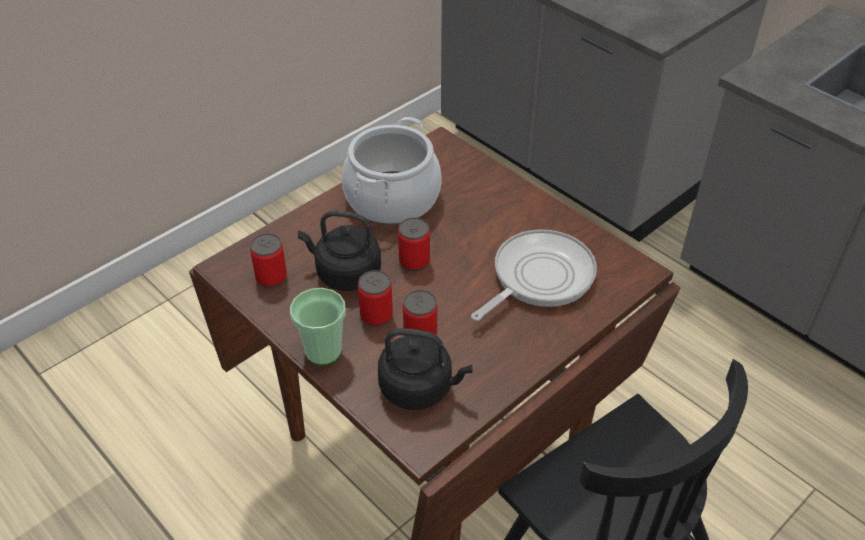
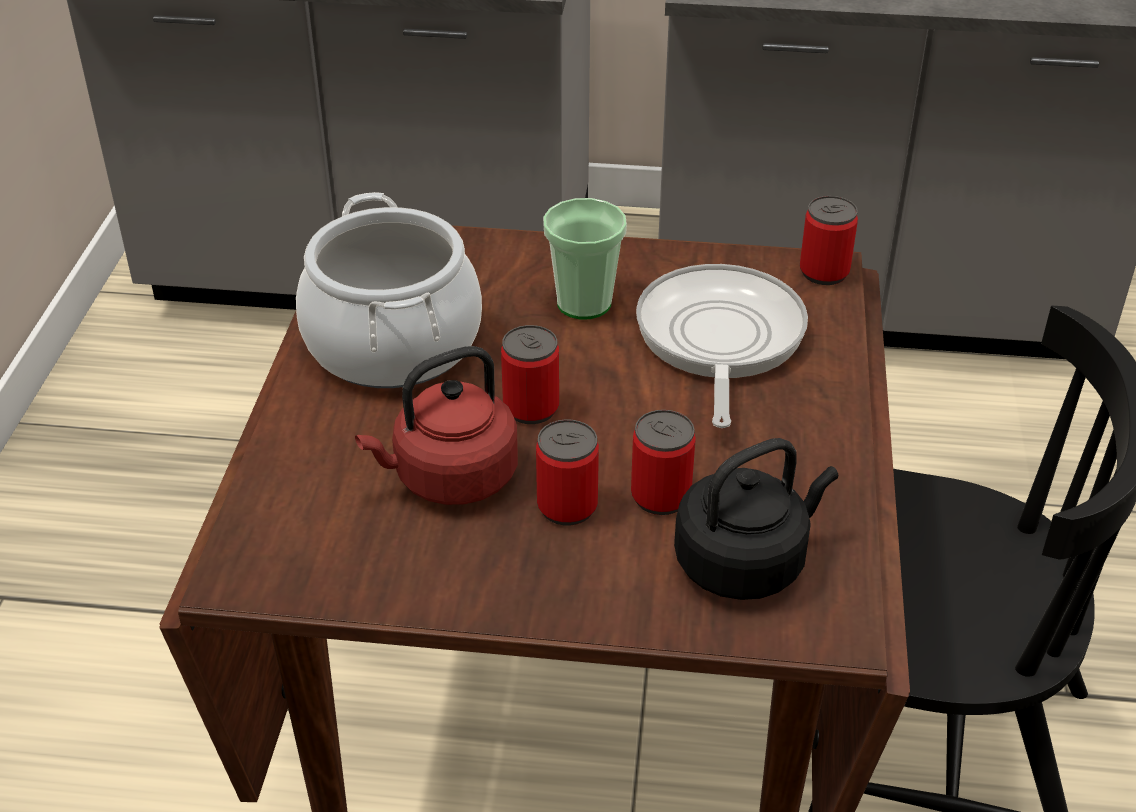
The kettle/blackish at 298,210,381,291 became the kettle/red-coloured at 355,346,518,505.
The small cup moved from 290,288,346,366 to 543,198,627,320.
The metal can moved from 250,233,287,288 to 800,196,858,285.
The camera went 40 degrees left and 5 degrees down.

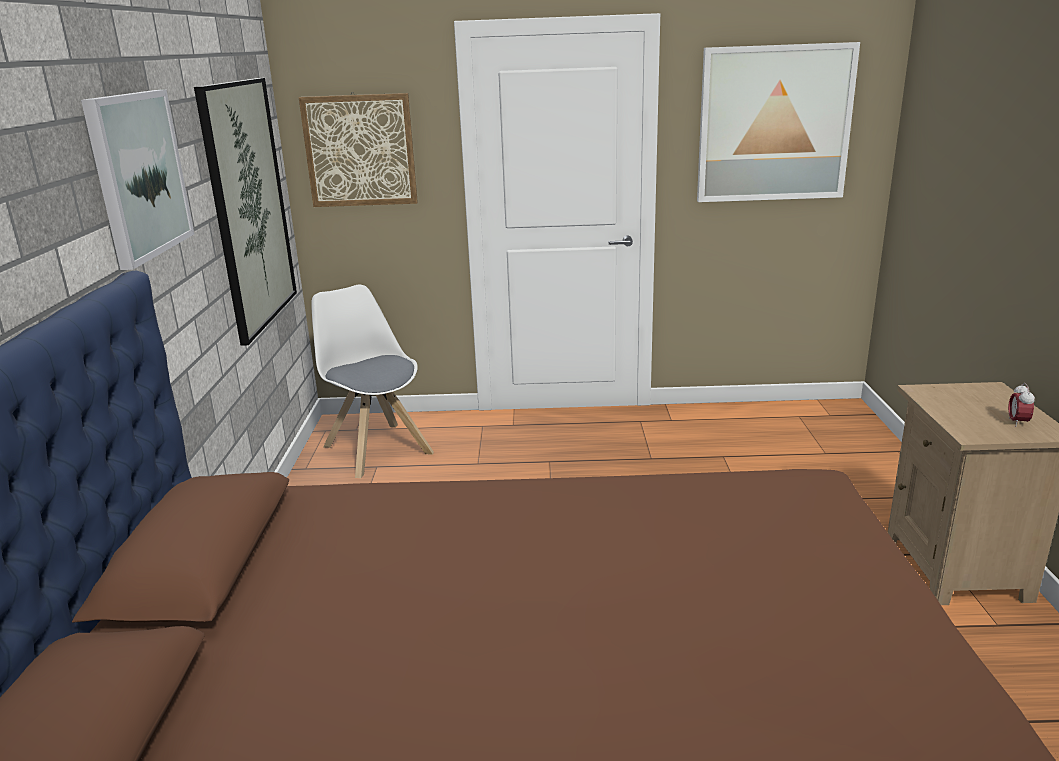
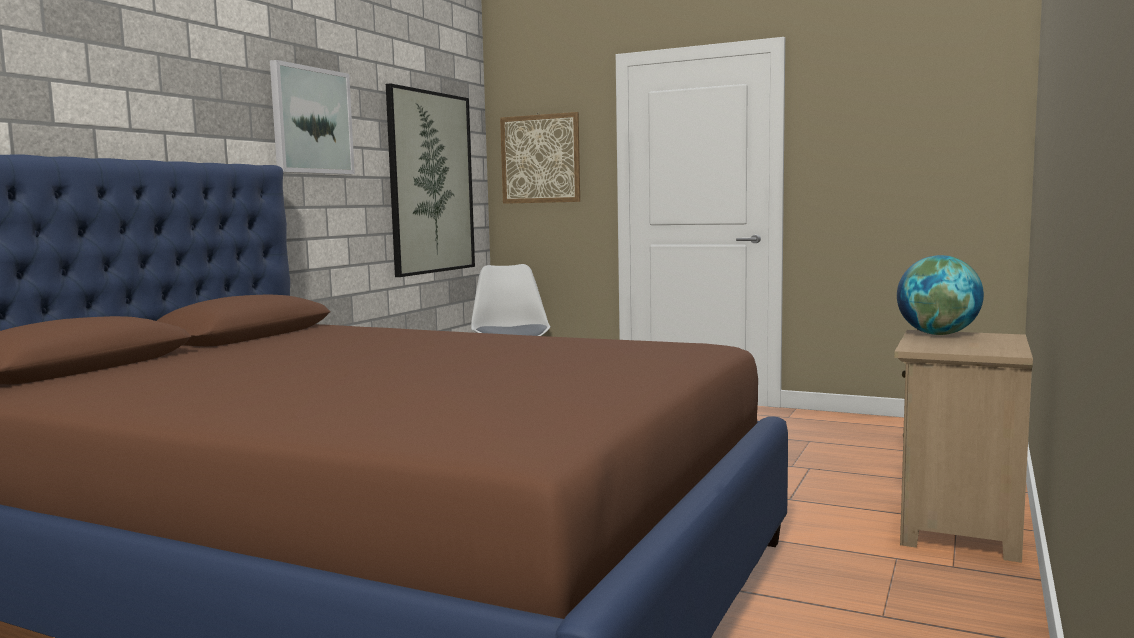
The globe at 897,255,984,335 appeared.
The wall art at 697,42,860,202 disappeared.
The alarm clock at 1008,383,1035,427 disappeared.
The camera went 25 degrees right and 15 degrees down.

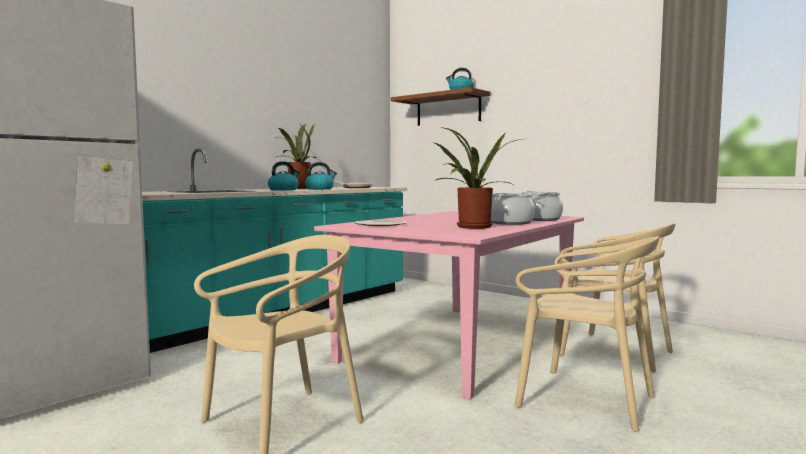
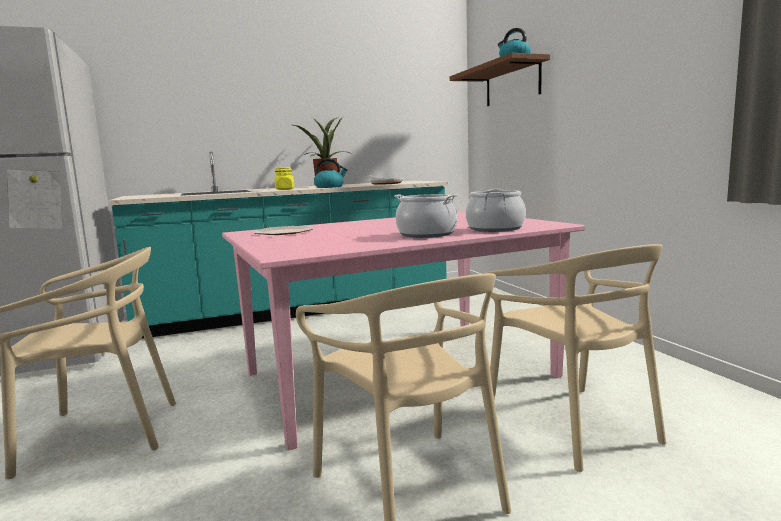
The kettle at 268,161,300,191 was replaced by the jar/yellow-coloured at 275,167,294,190.
The houseplant at 432,127,521,229 disappeared.
The camera went 30 degrees right and 5 degrees up.

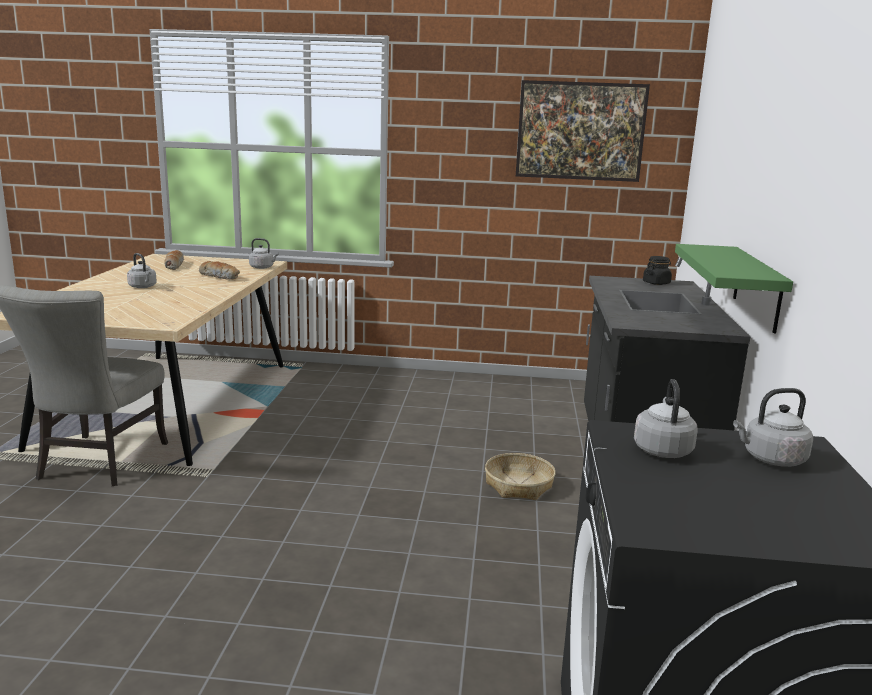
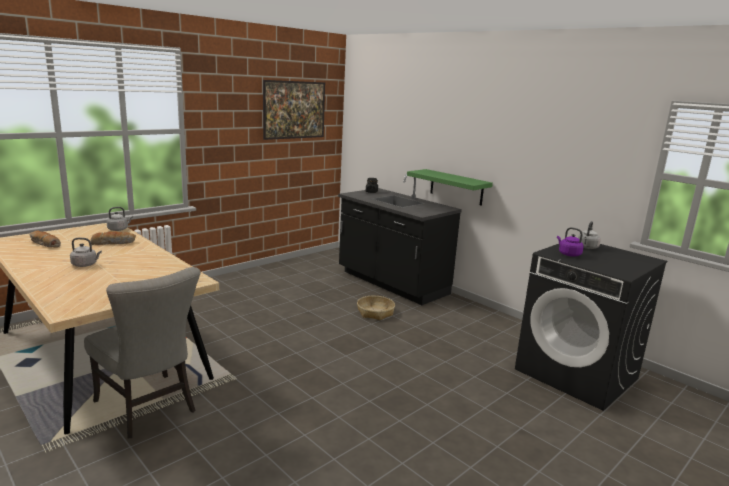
The kettle/gray at 634,379,698,458 became the kettle/purplish at 557,227,584,257.
The camera went 50 degrees left and 0 degrees up.

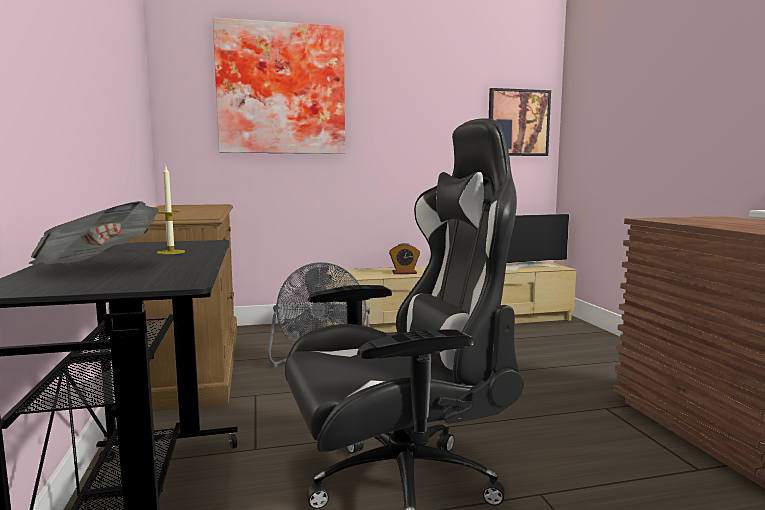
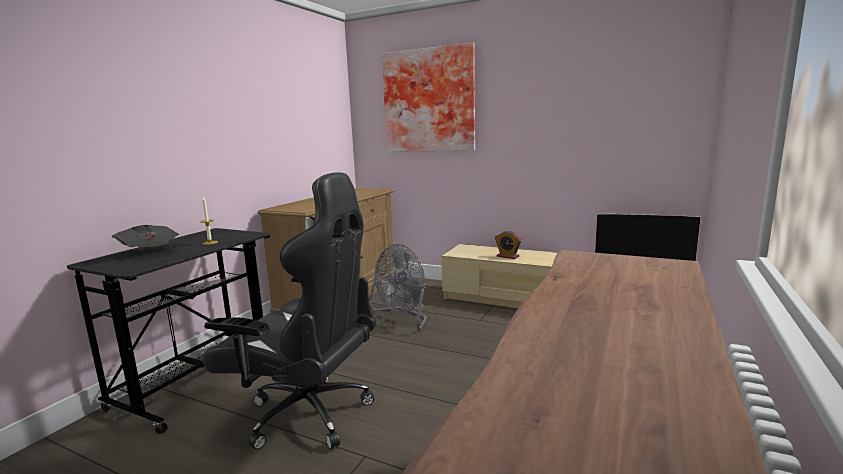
The wall art at 489,88,551,156 disappeared.
The camera went 40 degrees right and 5 degrees up.

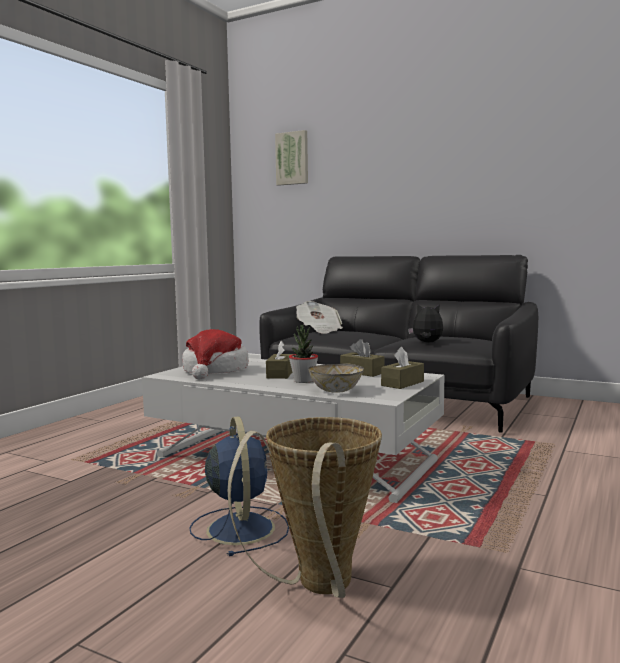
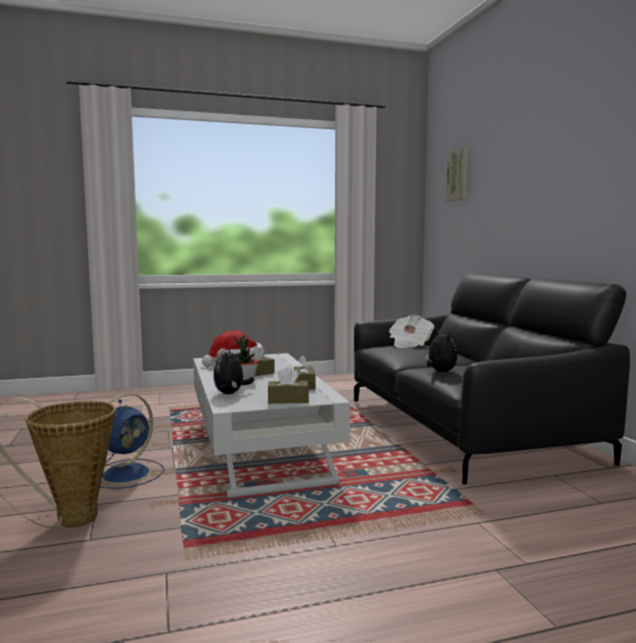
The deep dish at 308,364,364,393 was replaced by the soft toy at 213,347,254,394.
The camera went 45 degrees right and 0 degrees up.

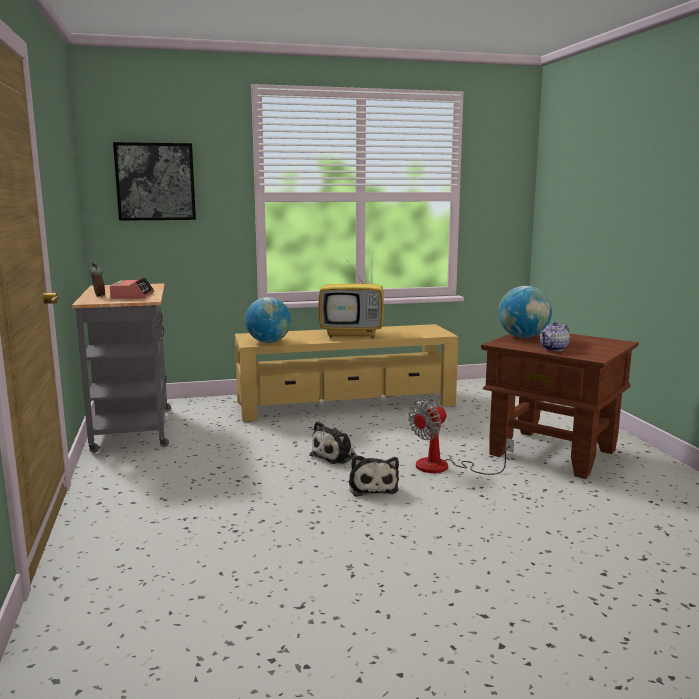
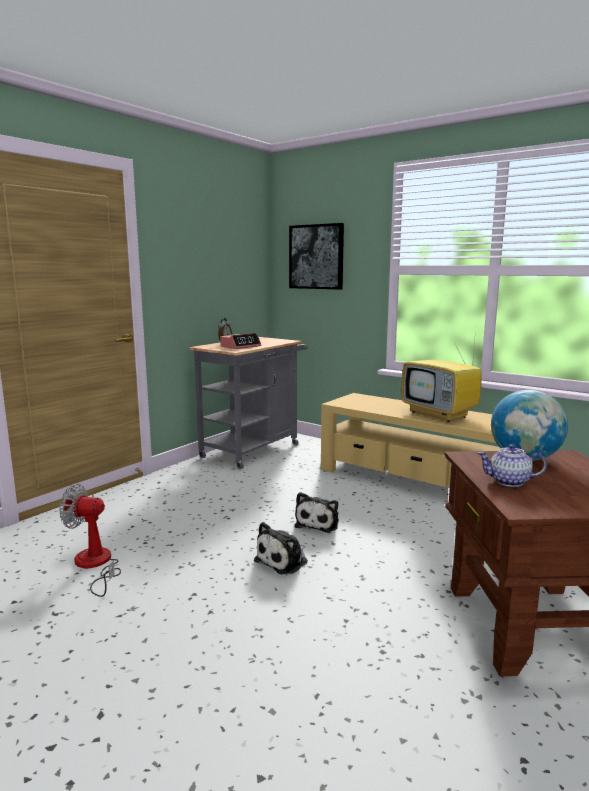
The electric fan moved from 408,400,514,475 to 59,484,121,597.
The soft toy at 309,421,357,464 turned 75 degrees counterclockwise.
The globe at 245,297,291,343 disappeared.
The camera went 50 degrees right and 0 degrees up.

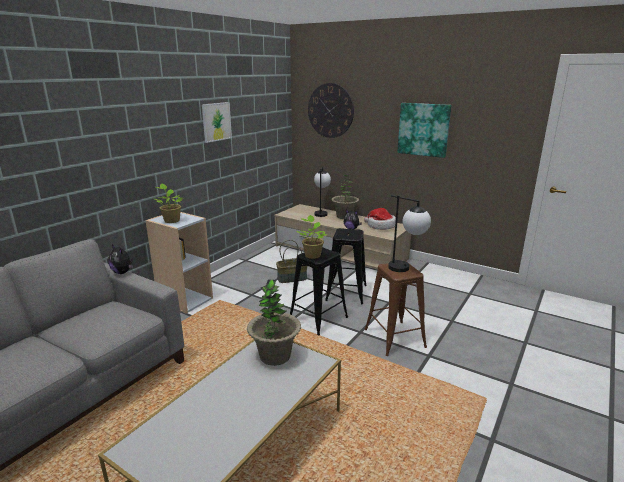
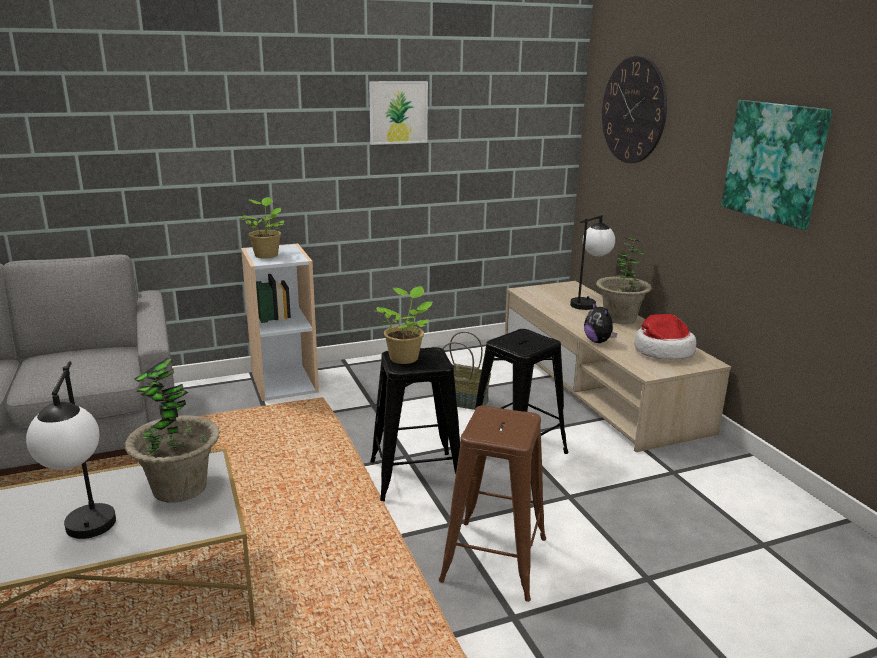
The lamp for a table moved from 388,195,431,272 to 26,362,116,539.
The soft toy at 109,244,134,274 disappeared.
The camera went 35 degrees right and 0 degrees up.

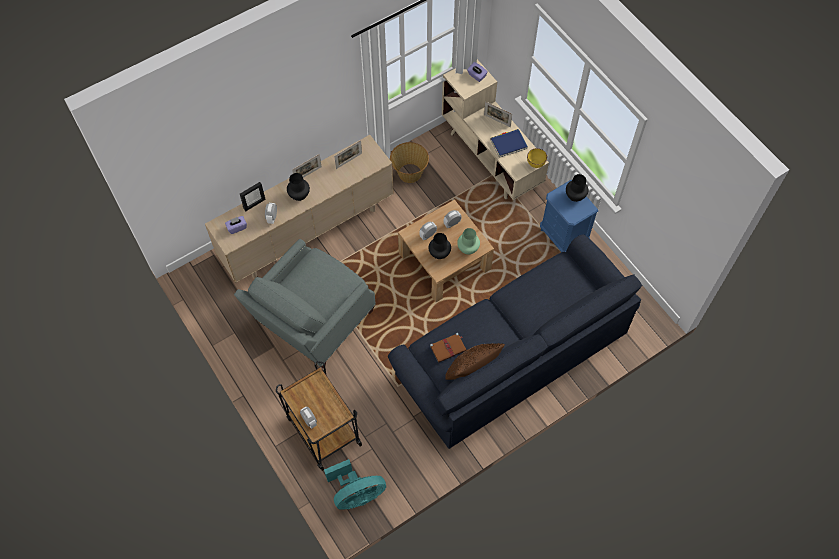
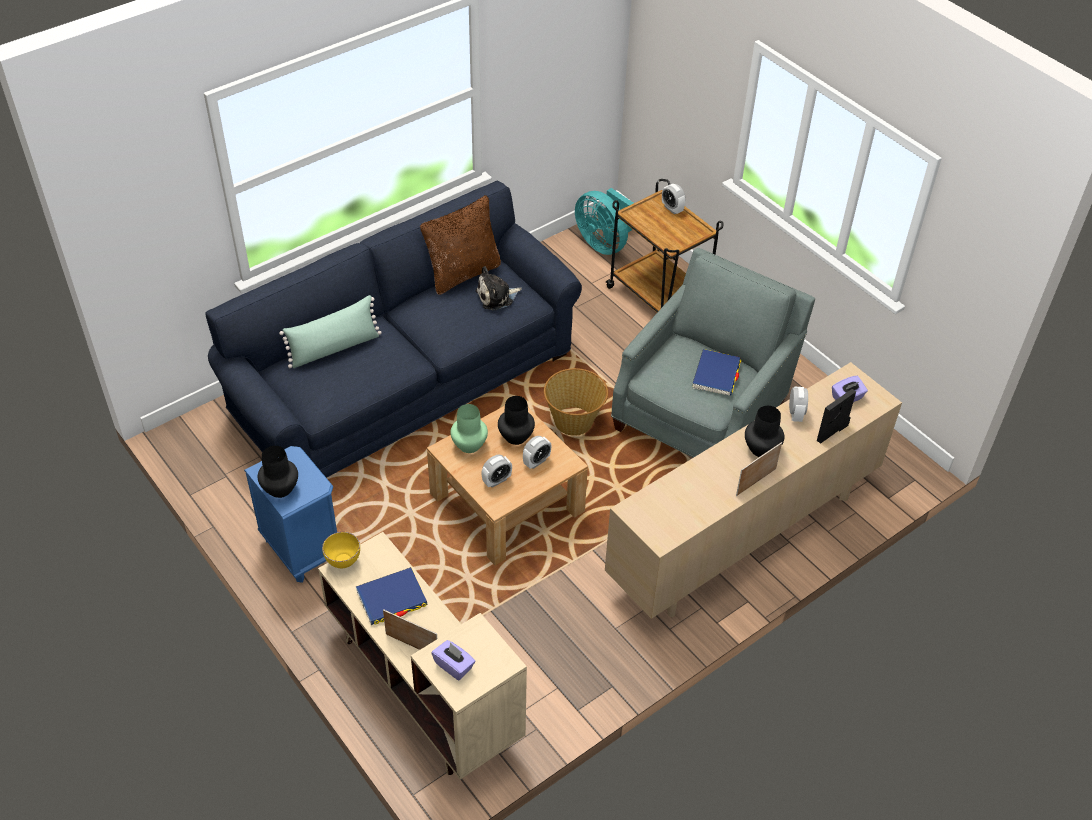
The pillow/green-coloured at 279,295,382,368 appeared.
The volume/brownish at 430,333,467,363 was replaced by the soft toy at 475,266,522,310.
The storage basket moved from 390,142,429,183 to 544,368,608,436.
The electric fan/turquoise-coloured at 324,459,386,510 turned 105 degrees counterclockwise.
The volume/blue-coloured at 692,349,741,396 appeared.
The standing frame at 334,140,362,169 disappeared.
The camera went 175 degrees right and 15 degrees down.

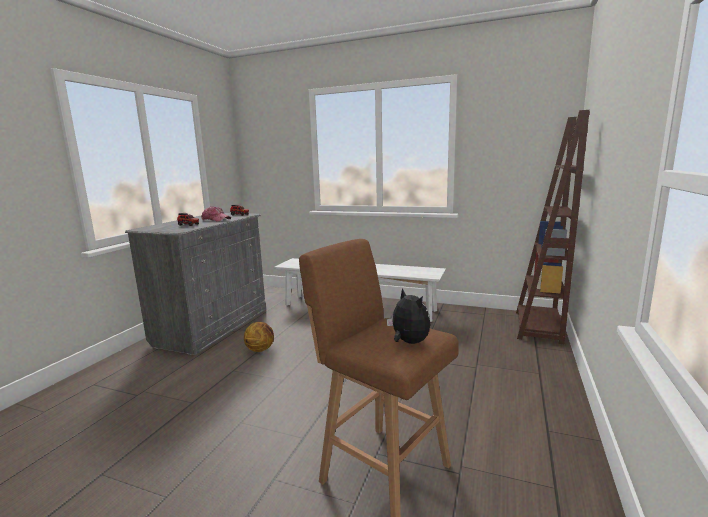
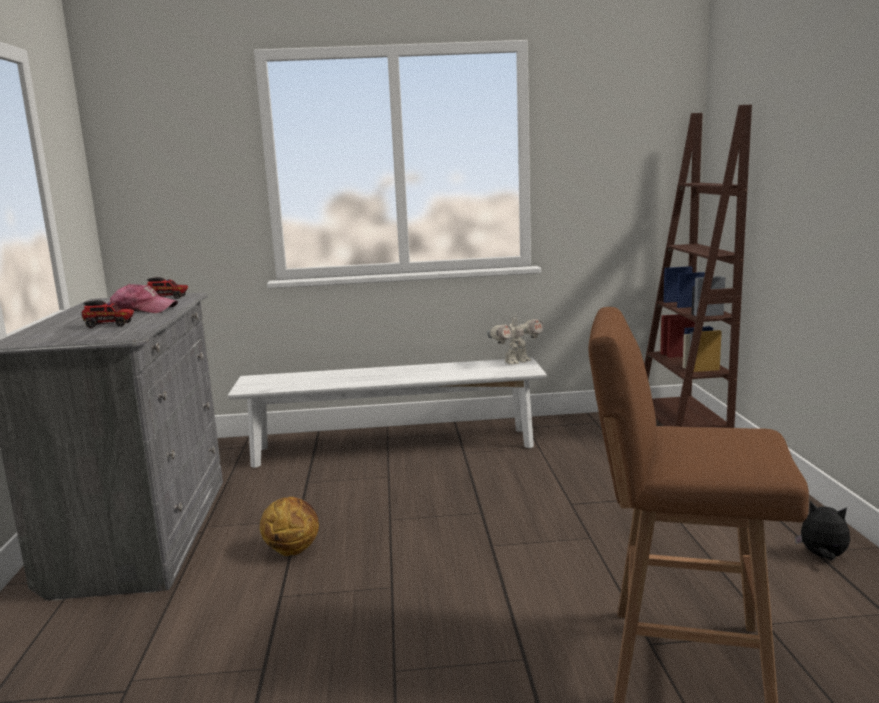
The toy robot at 487,314,544,365 appeared.
The soft toy moved from 387,288,430,344 to 795,501,850,560.
The camera went 25 degrees left and 0 degrees up.

